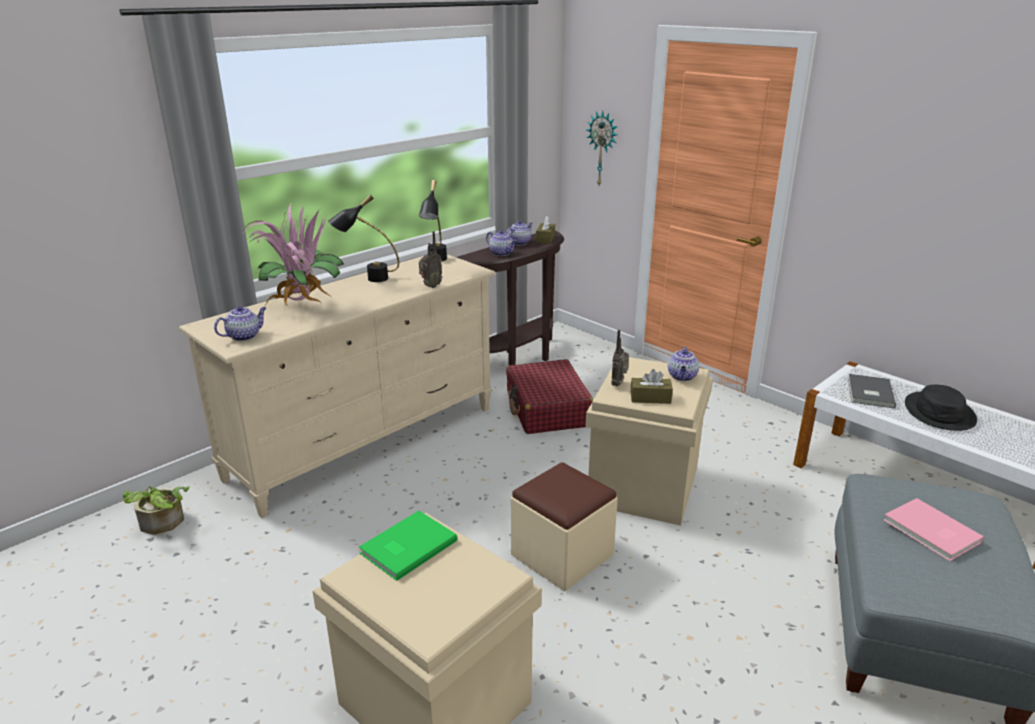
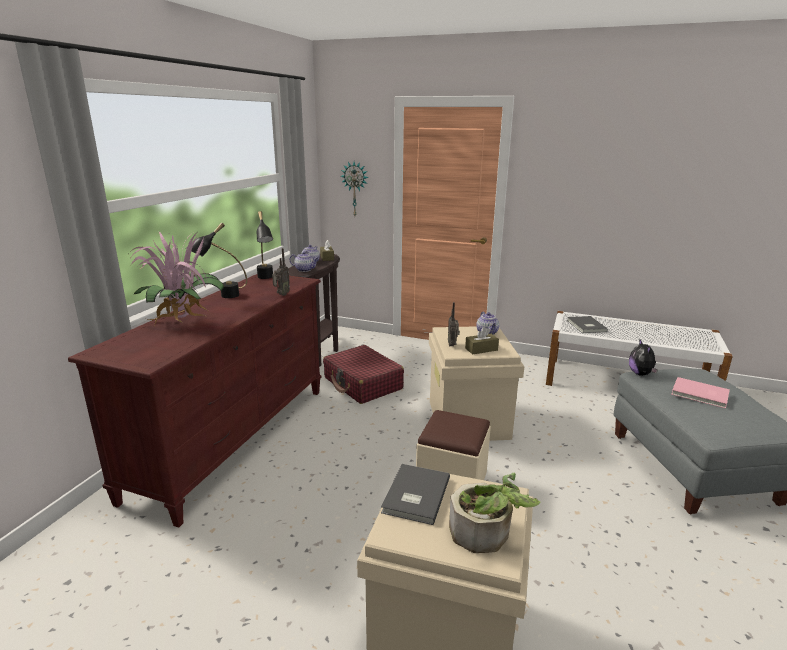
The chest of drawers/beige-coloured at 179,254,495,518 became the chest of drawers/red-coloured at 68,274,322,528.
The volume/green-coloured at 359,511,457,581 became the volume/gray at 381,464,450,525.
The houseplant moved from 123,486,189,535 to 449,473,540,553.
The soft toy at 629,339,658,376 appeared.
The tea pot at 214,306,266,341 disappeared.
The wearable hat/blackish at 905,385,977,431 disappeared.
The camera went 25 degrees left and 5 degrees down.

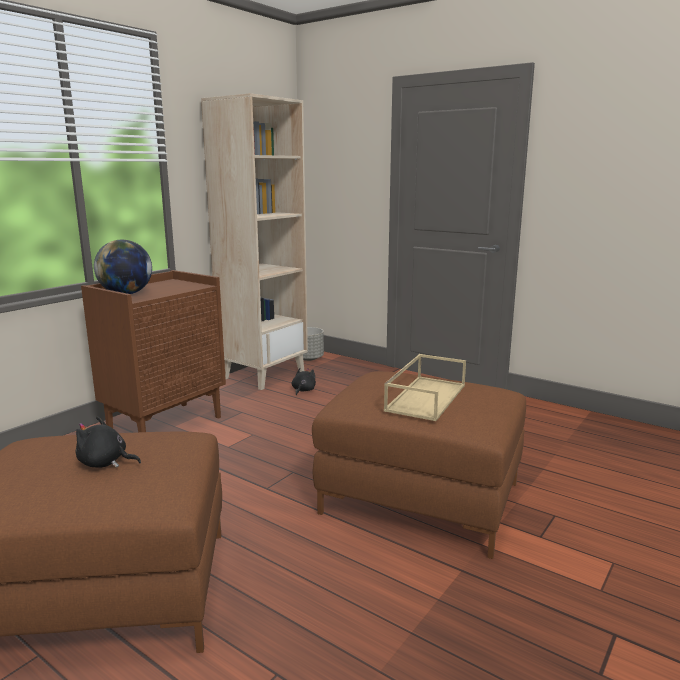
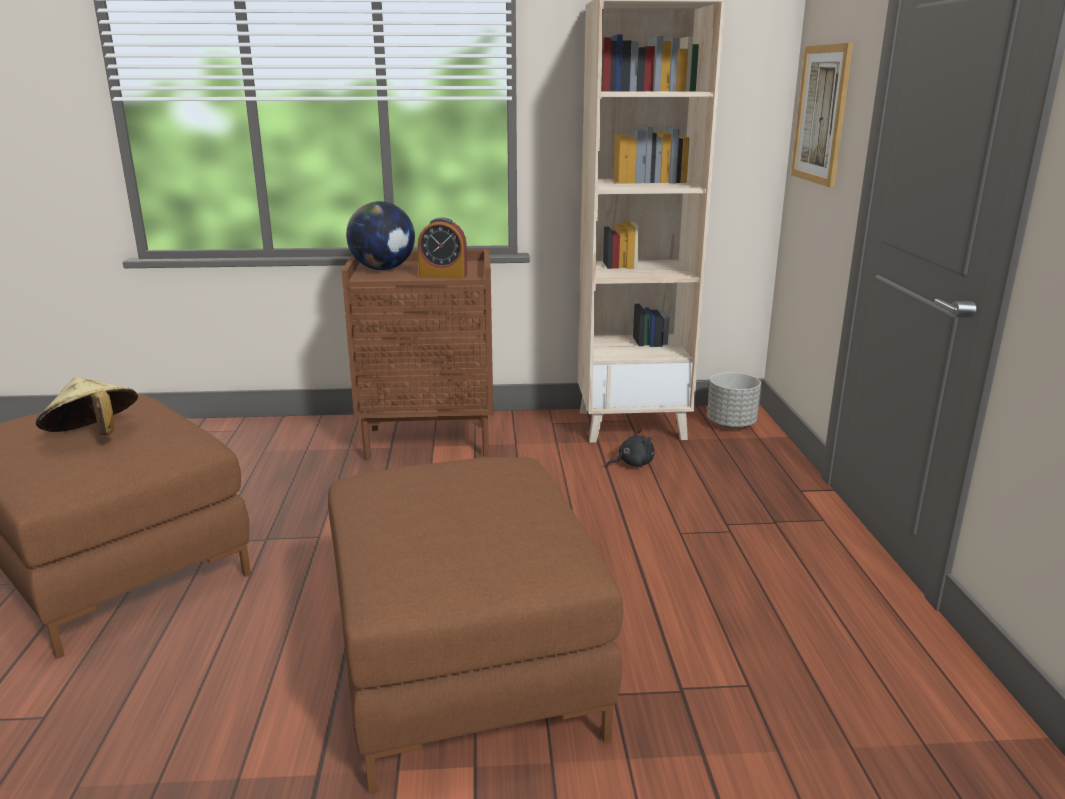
The soft toy/blackish at 76,416,141,468 was replaced by the wearable hat/beige-coloured at 36,376,138,435.
The alarm clock at 418,217,467,278 appeared.
The wall art at 791,43,853,188 appeared.
The carrying tray/beige-coloured at 384,354,466,421 disappeared.
The camera went 50 degrees right and 5 degrees up.

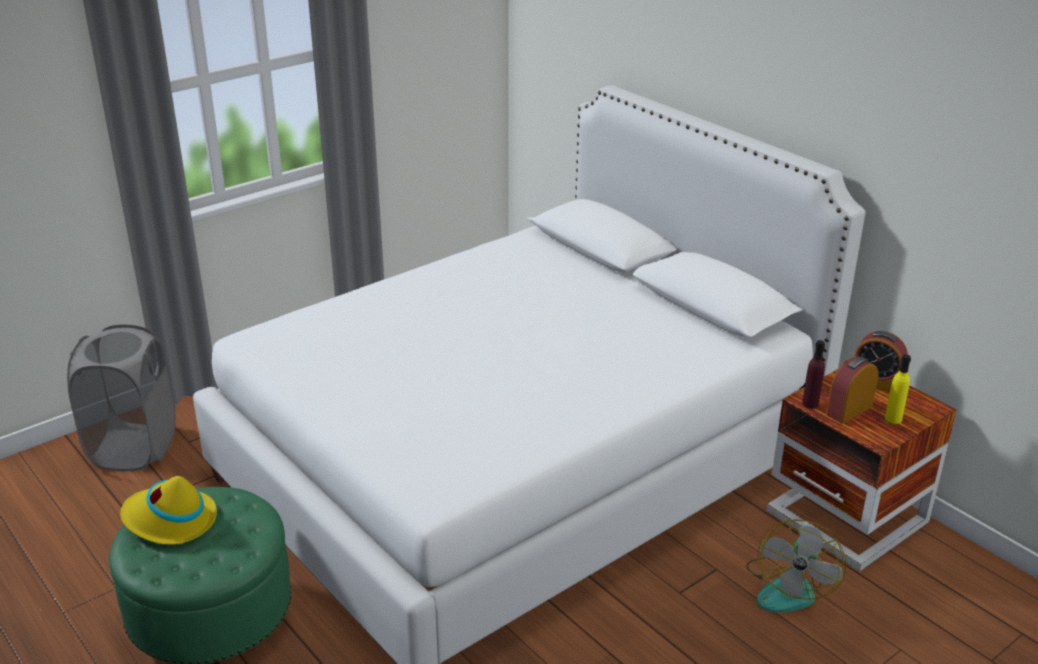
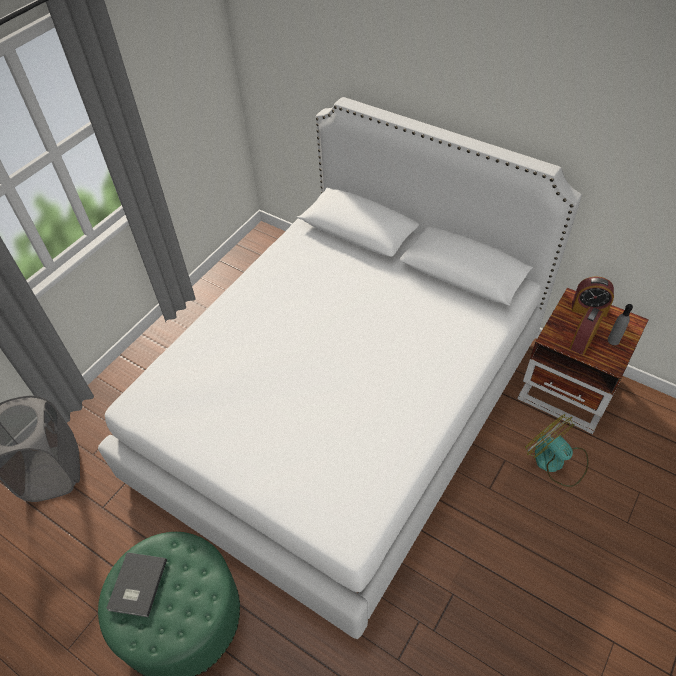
The wearable hat/yellow-coloured at 120,476,217,545 was replaced by the volume/gray at 106,552,167,617.
The electric fan at 746,519,846,612 turned 135 degrees clockwise.
The bottle/yellow-coloured at 885,354,911,424 became the bottle/gray at 608,304,633,345.
The bottle/purplish at 802,340,825,409 disappeared.
The camera went 15 degrees left and 20 degrees up.

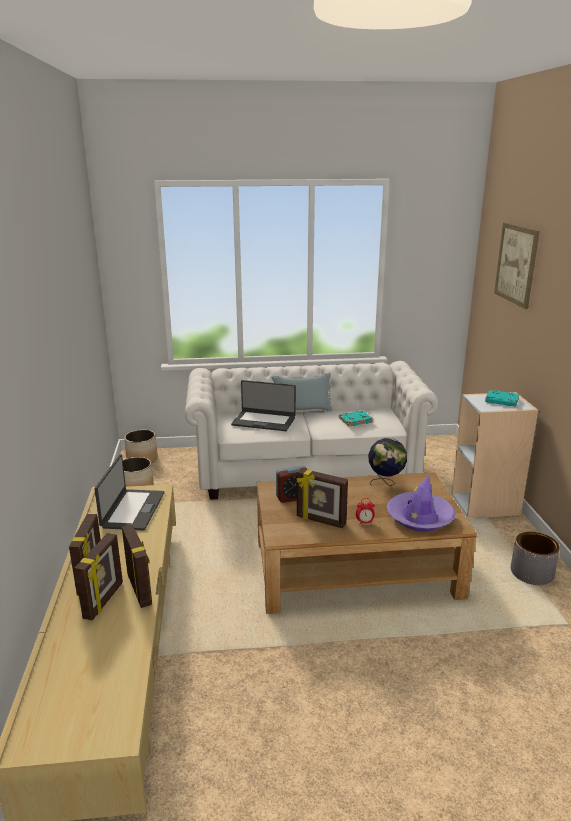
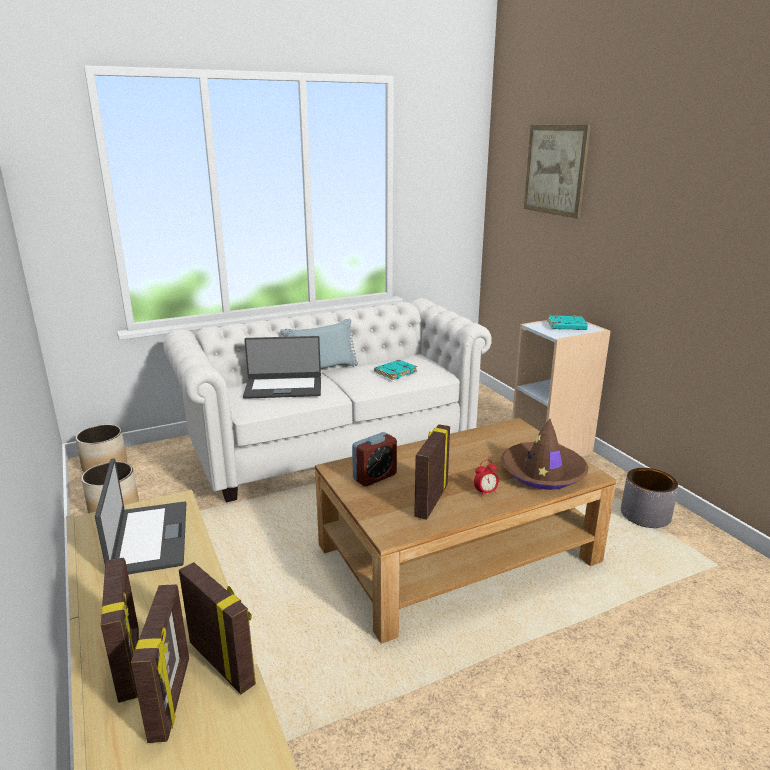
The standing frame at 296,468,348,528 turned 105 degrees clockwise.
The wearable hat/purplish at 387,476,456,531 became the wearable hat/brownish at 501,419,588,490.
The globe at 369,438,407,486 disappeared.
The camera went 20 degrees left and 0 degrees up.

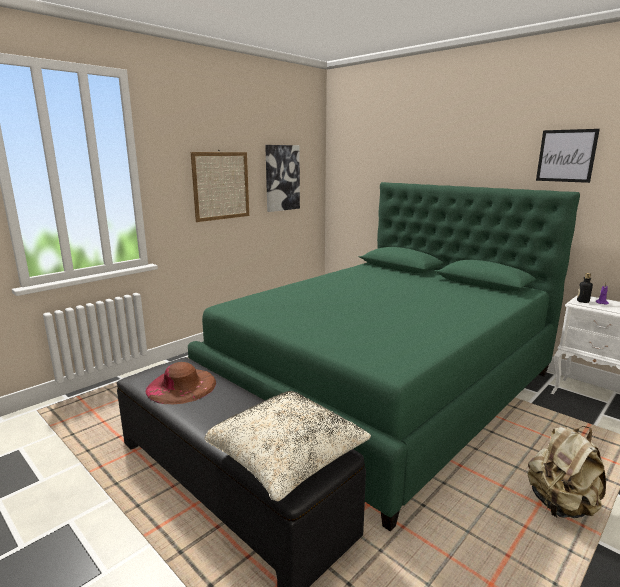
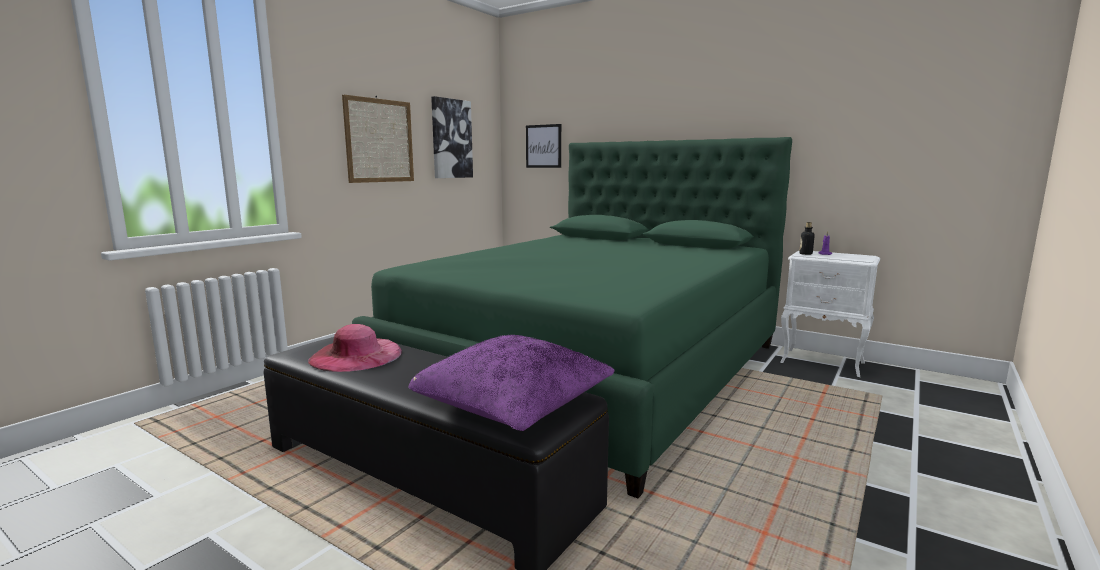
The wearable hat/brownish at 145,362,216,404 became the wearable hat/pinkish at 308,324,402,372.
The pillow/beige-coloured at 205,391,371,502 became the pillow/purplish at 408,335,615,431.
The wall art moved from 536,129,600,183 to 526,124,561,168.
The backpack/beige-coloured at 528,426,606,518 disappeared.
The camera went 10 degrees left and 5 degrees down.

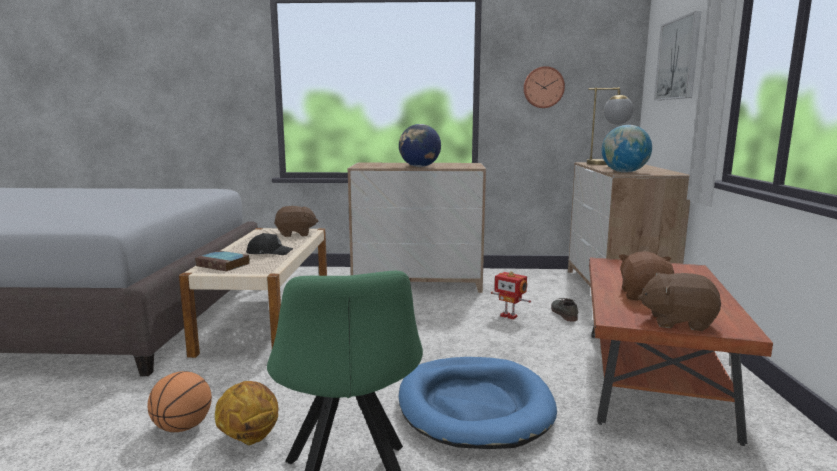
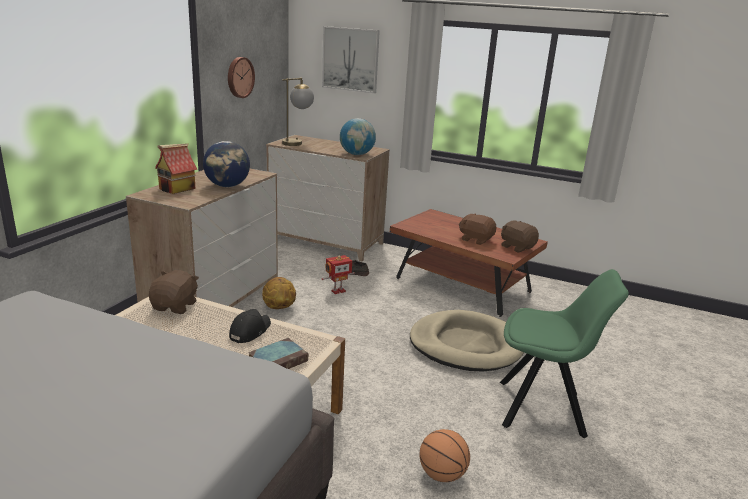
The toy house at 155,144,197,194 appeared.
The ball for basketball moved from 215,381,278,445 to 262,277,296,309.
The dog cushion/blue-coloured at 399,357,557,449 became the dog cushion/beige-coloured at 410,310,524,372.
The soft toy/brownish at 638,272,721,331 turned 105 degrees clockwise.
The camera went 70 degrees left and 10 degrees up.

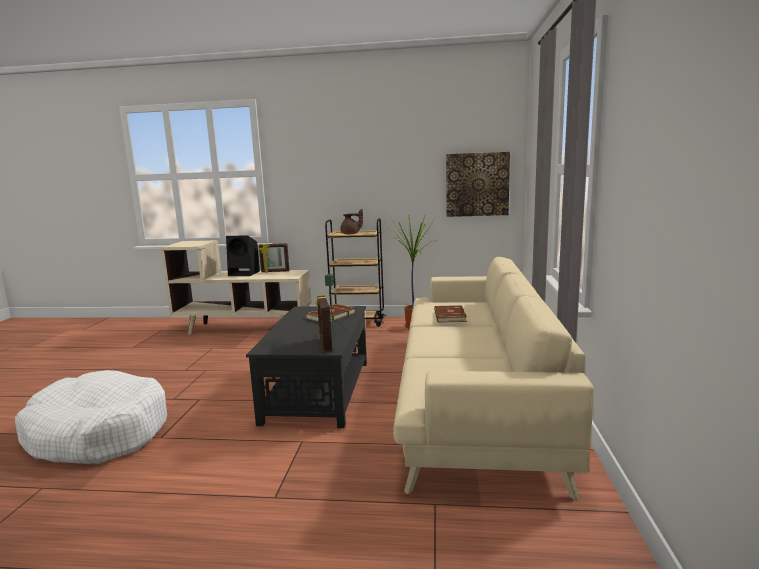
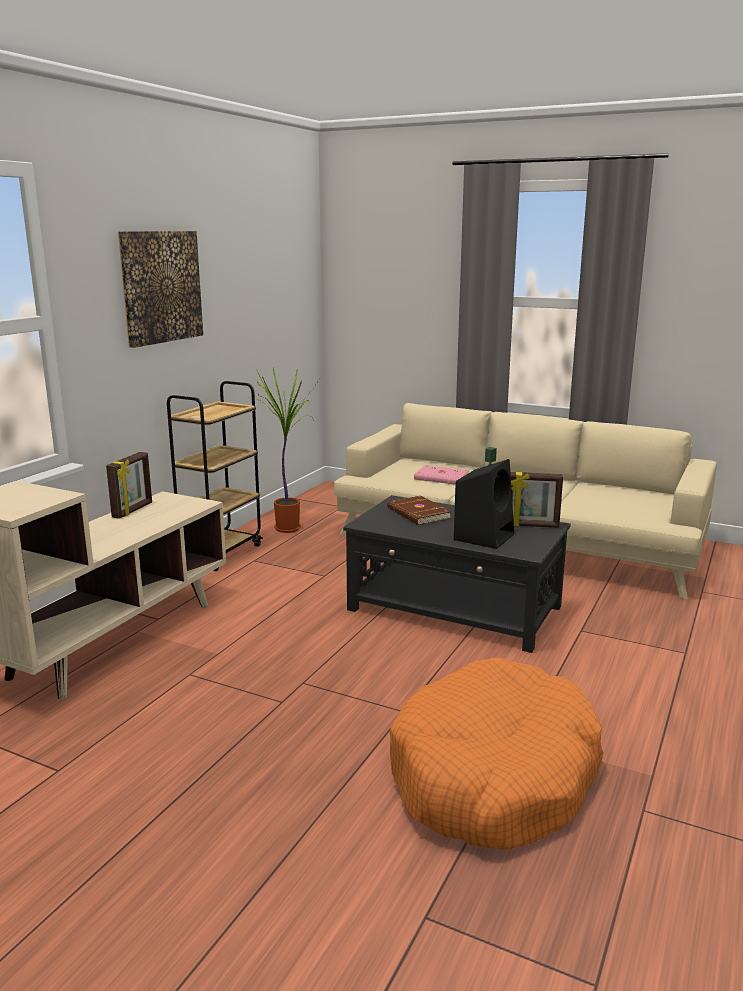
The wall art moved from 446,152,510,217 to 118,231,203,348.
The dog cushion/white at 15,370,167,464 became the dog cushion/orange-coloured at 390,657,603,850.
The volume/brownish at 434,305,467,323 became the volume/pinkish at 414,465,469,484.
The audio speaker/blackish moved from 226,236,260,276 to 454,459,514,549.
The tea pot/brownish at 341,209,363,234 disappeared.
The camera went 70 degrees left and 5 degrees up.

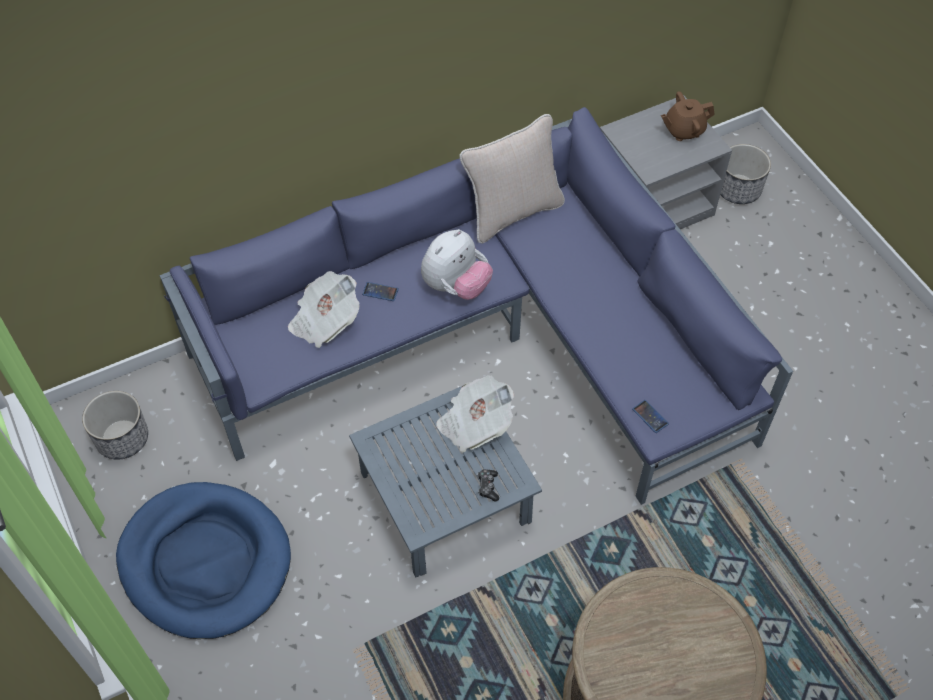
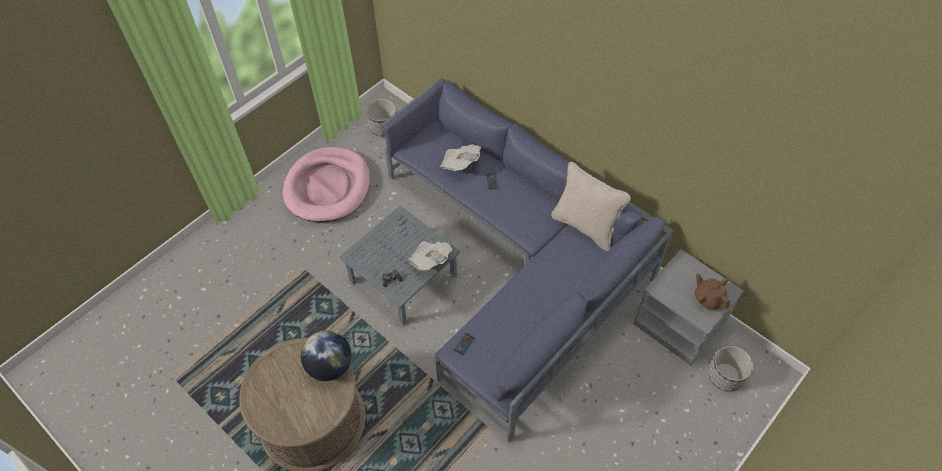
The dog cushion/blue-coloured at 116,482,291,639 became the dog cushion/pinkish at 283,147,370,223.
The globe at 301,330,352,381 appeared.
The soft toy at 421,229,493,300 disappeared.
The camera went 70 degrees right and 0 degrees up.

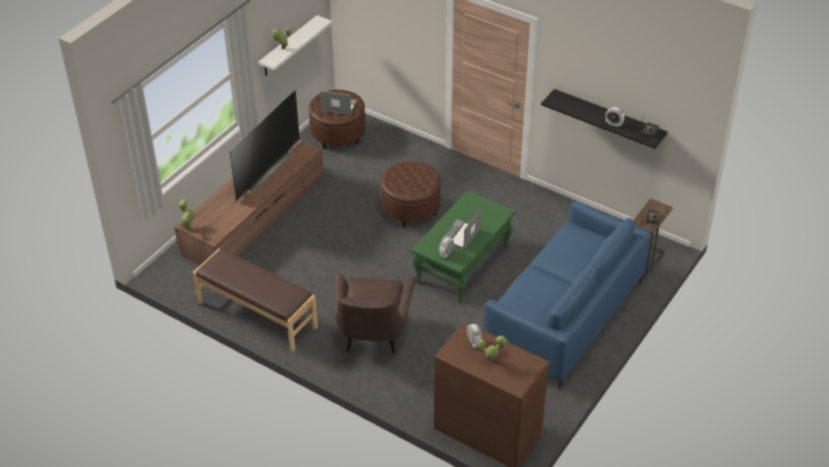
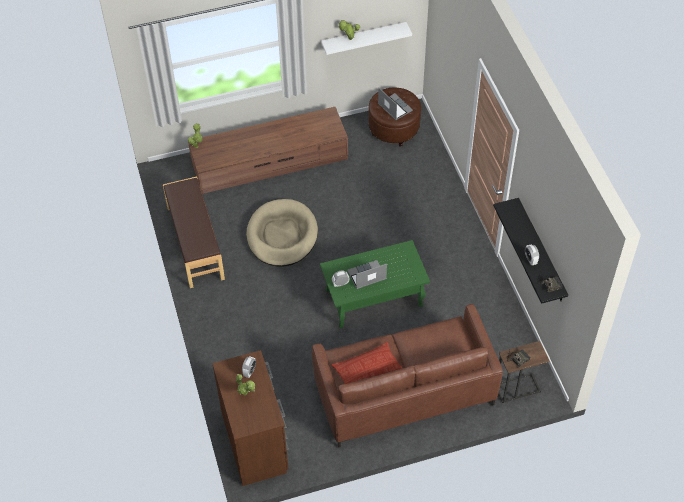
The dog cushion/beige-coloured at 246,199,318,267 appeared.
The couch/blue-coloured at 484,201,651,389 became the couch/brownish at 312,304,503,448.
The pillow at 331,342,402,384 appeared.
The TV set at 230,90,300,201 disappeared.
The easy chair/brownish at 334,273,415,354 disappeared.
The pouffe/brownish at 381,162,441,227 disappeared.
The camera went 40 degrees right and 10 degrees up.

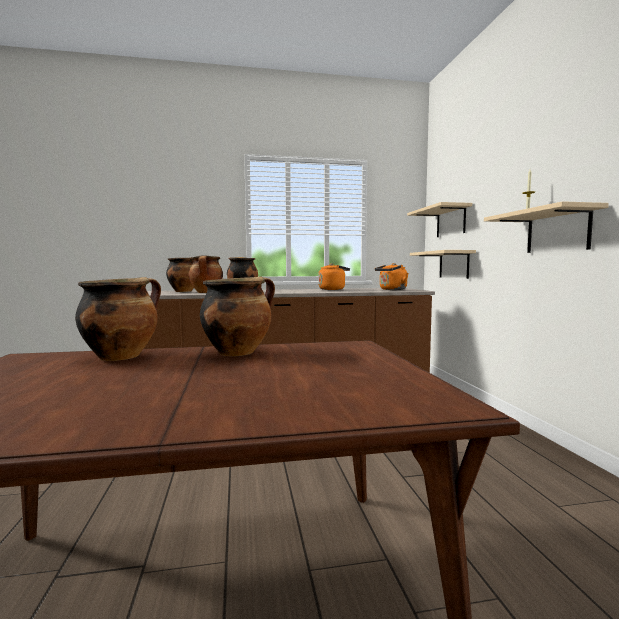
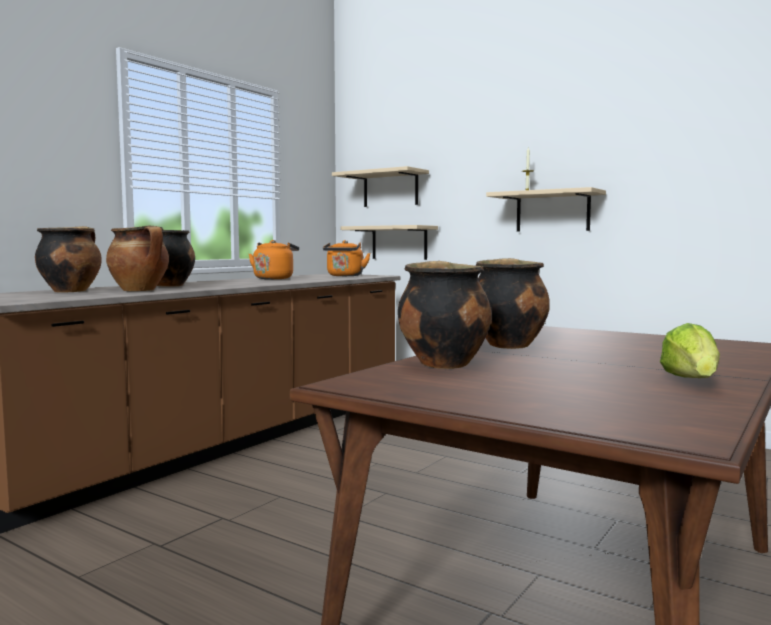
The lettuce head at 660,323,720,378 appeared.
The camera went 45 degrees left and 0 degrees up.

